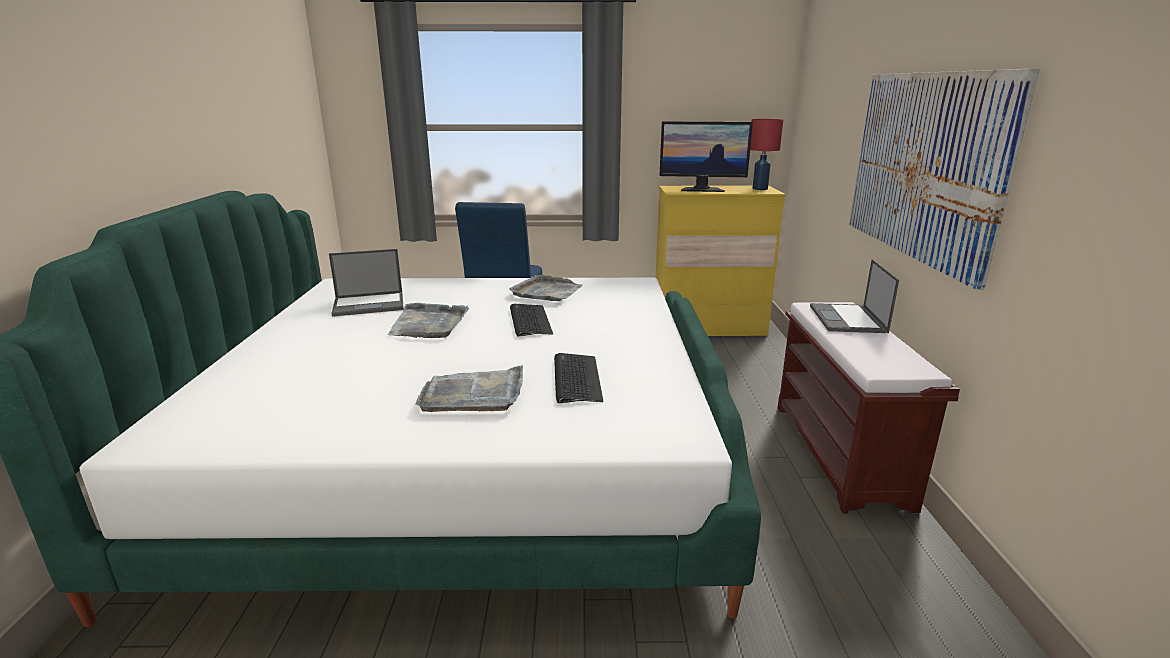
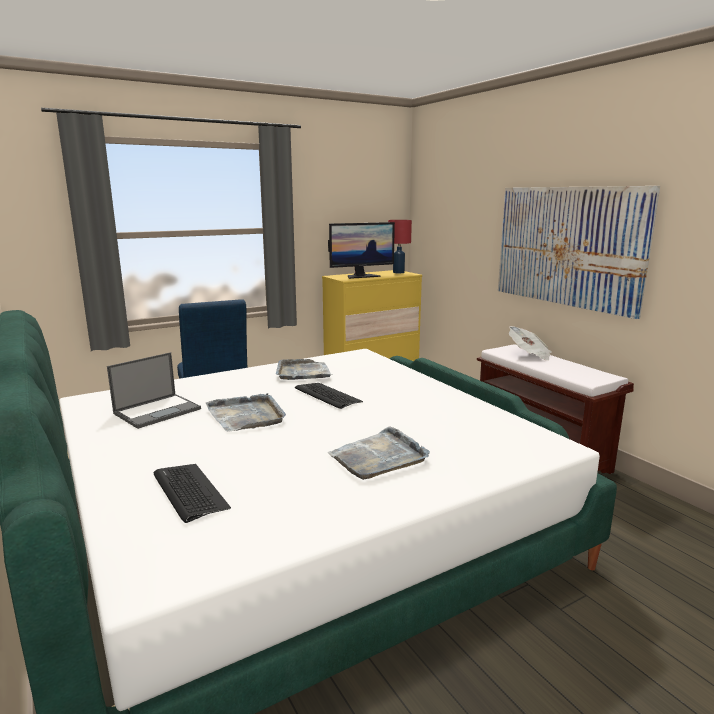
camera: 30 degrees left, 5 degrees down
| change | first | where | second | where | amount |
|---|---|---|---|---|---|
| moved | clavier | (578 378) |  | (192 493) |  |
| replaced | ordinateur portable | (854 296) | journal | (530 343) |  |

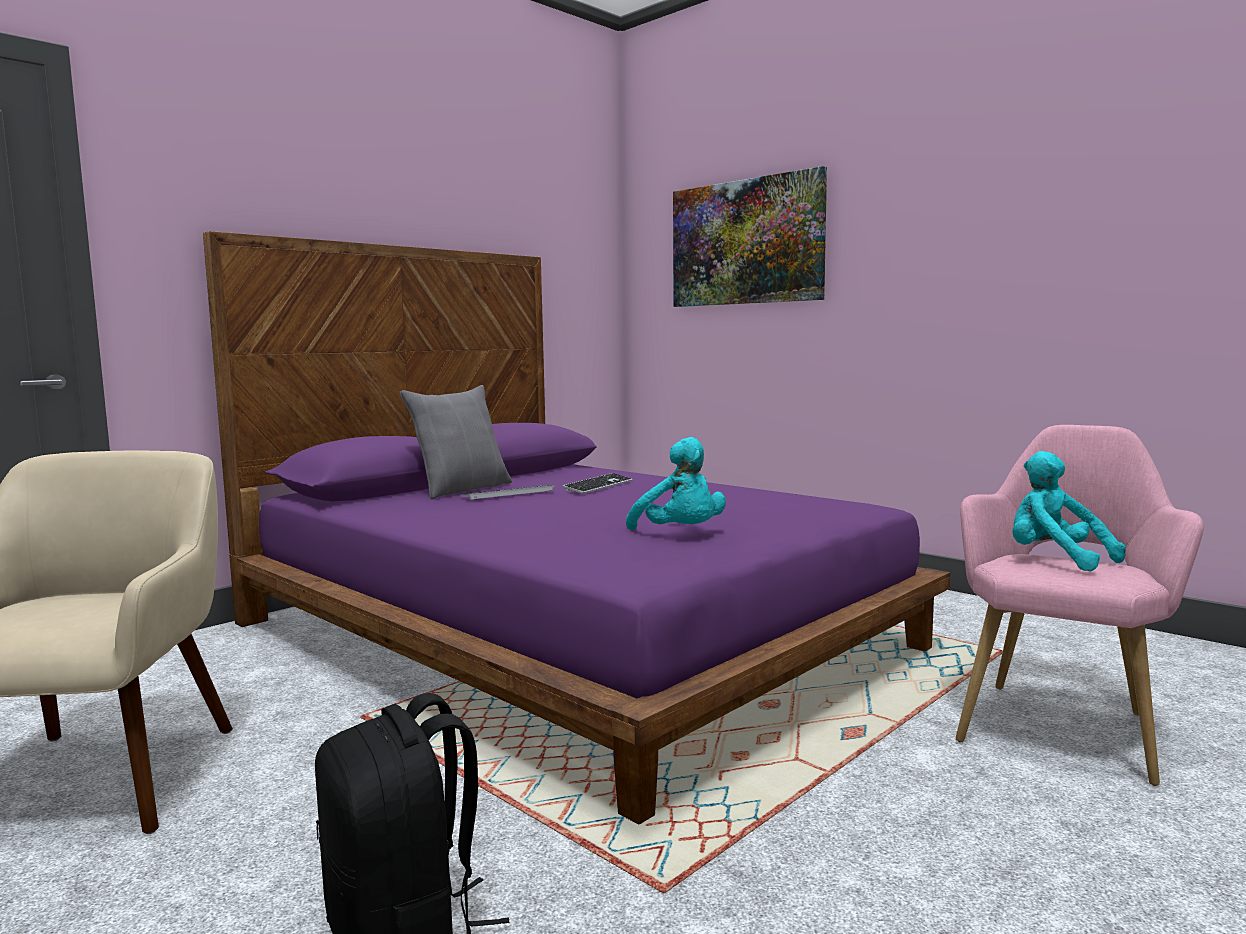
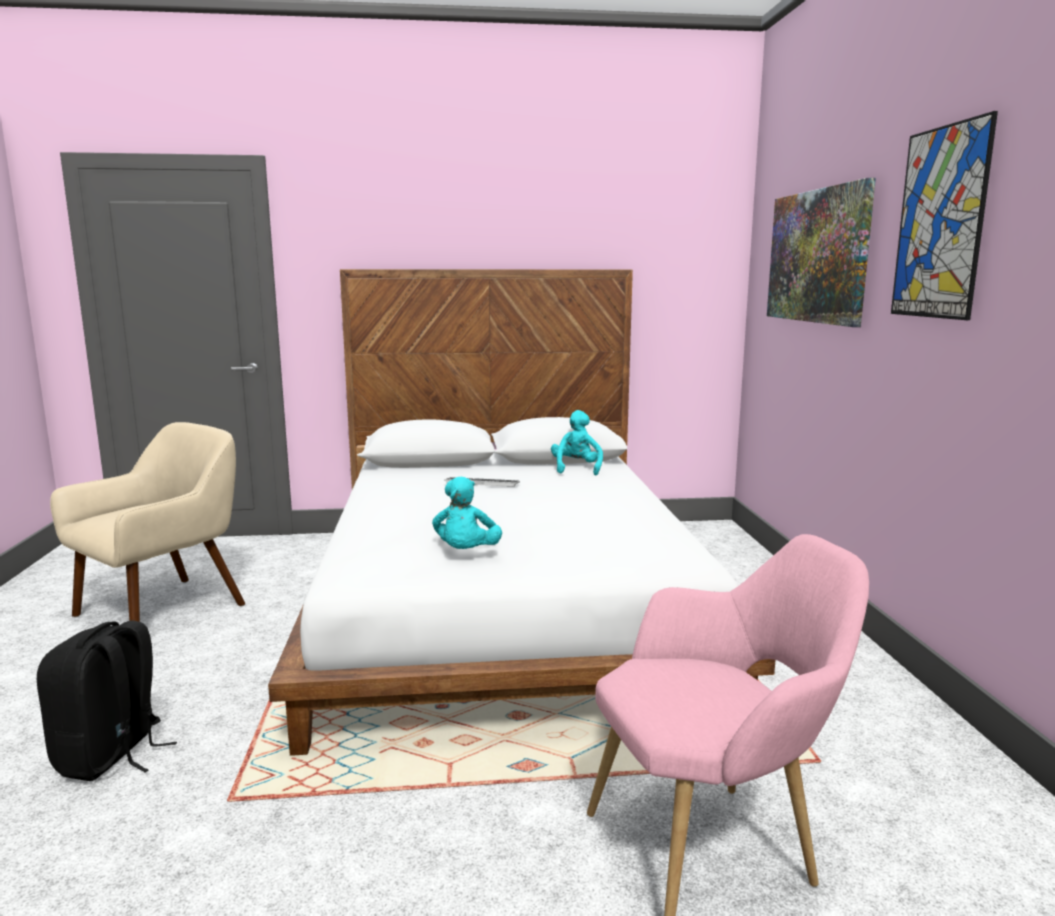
camera: 40 degrees right, 5 degrees up
| change | first | where | second | where | amount |
|---|---|---|---|---|---|
| recoloured | lit (violet) | (576 527) | lit (blanc) | (521 512) |  |
| moved | peluche (turquoise) | (1069 511) |  | (577 443) |  |
| added |  |  | tableau | (944 215) |  |
| removed | coussin (gris) | (456 442) |  |  |  |
| removed | clavier | (597 483) |  |  |  |

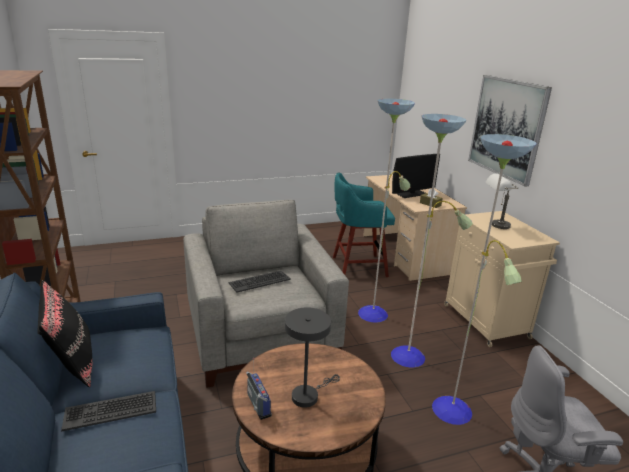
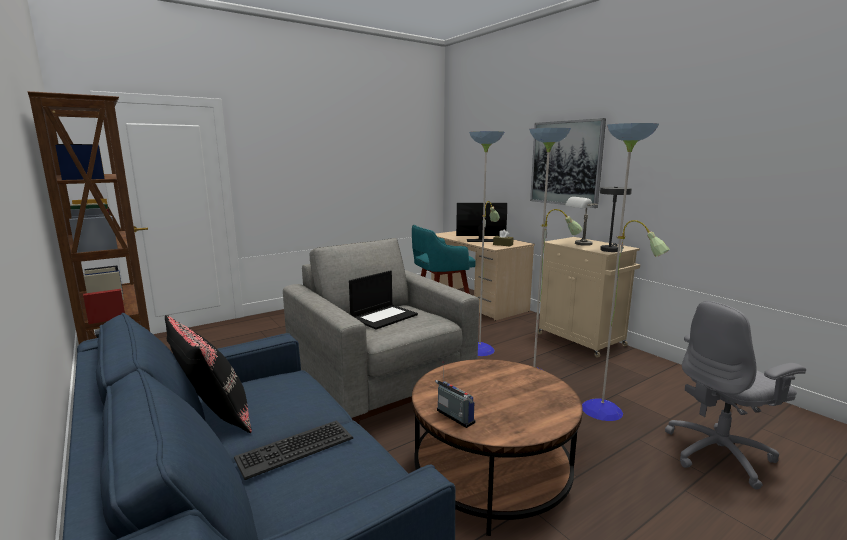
camera: 15 degrees left, 10 degrees down
| change | first | where | second | where | amount |
|---|---|---|---|---|---|
| replaced | clavier | (260 281) | ordinateur portable | (383 300) |  |
| turned | écran d'ordinateur | (416 176) |  | (481 222) | 135 degrees counterclockwise |
| moved | lampe de table (gris) | (312 357) |  | (616 219) |  |

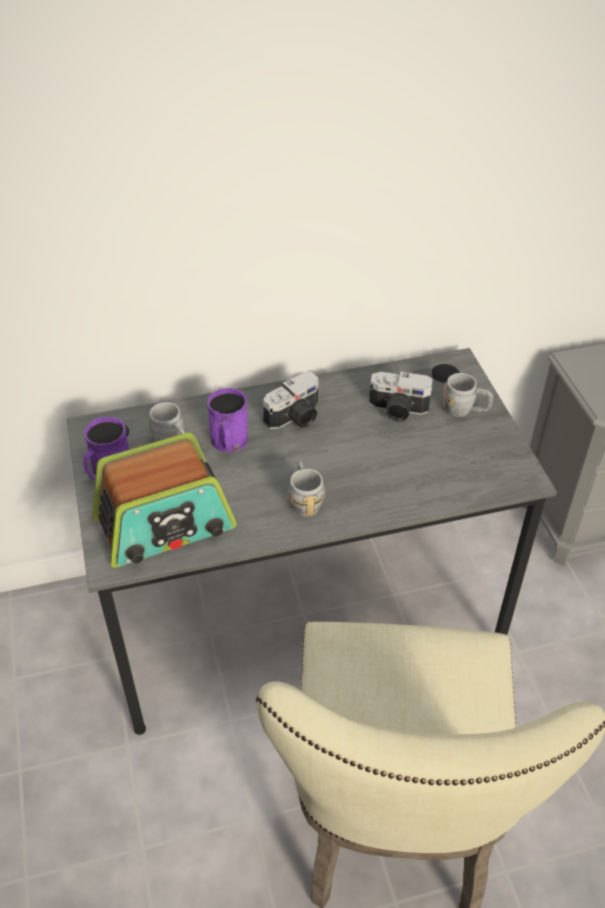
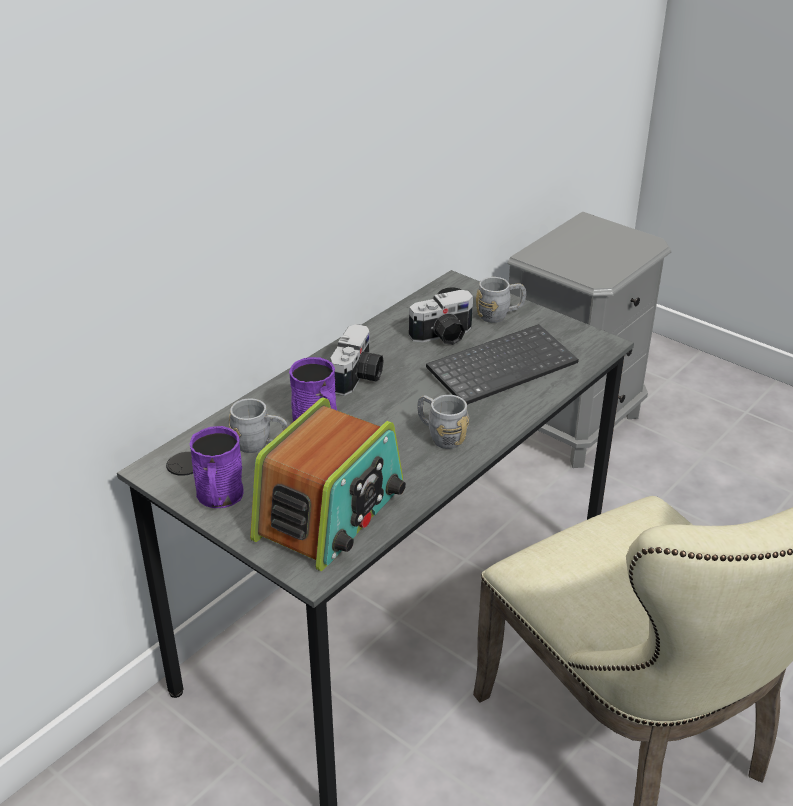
camera: 35 degrees left, 10 degrees down
| change | first | where | second | where | amount |
|---|---|---|---|---|---|
| added |  |  | clavier | (502 364) |  |

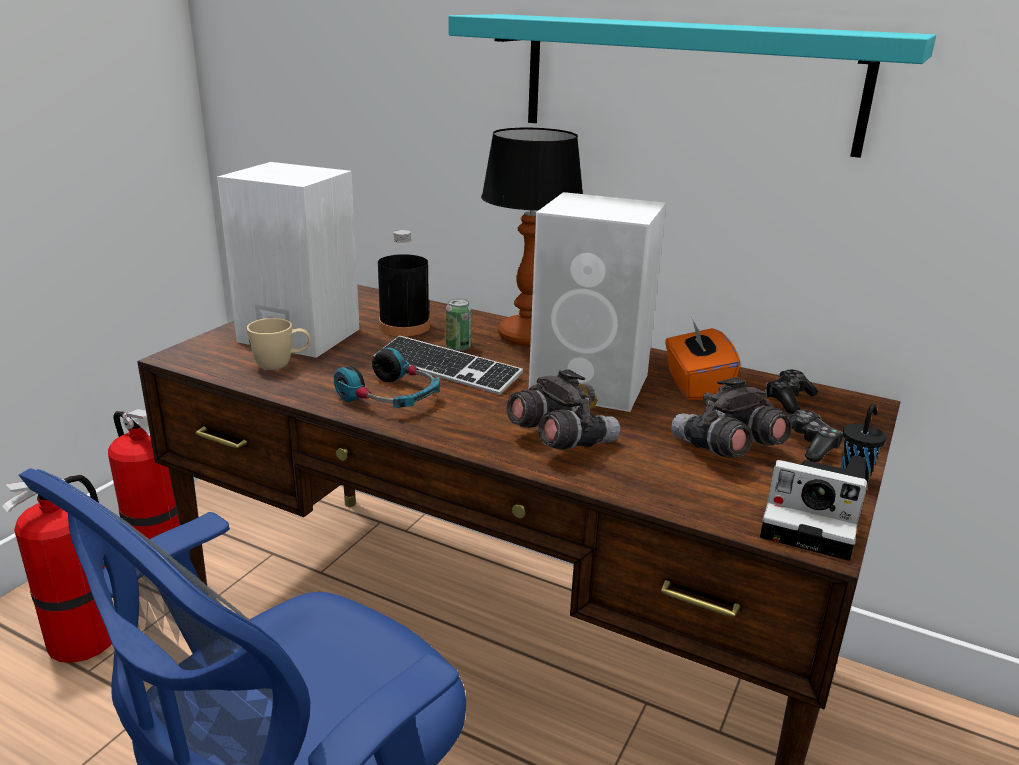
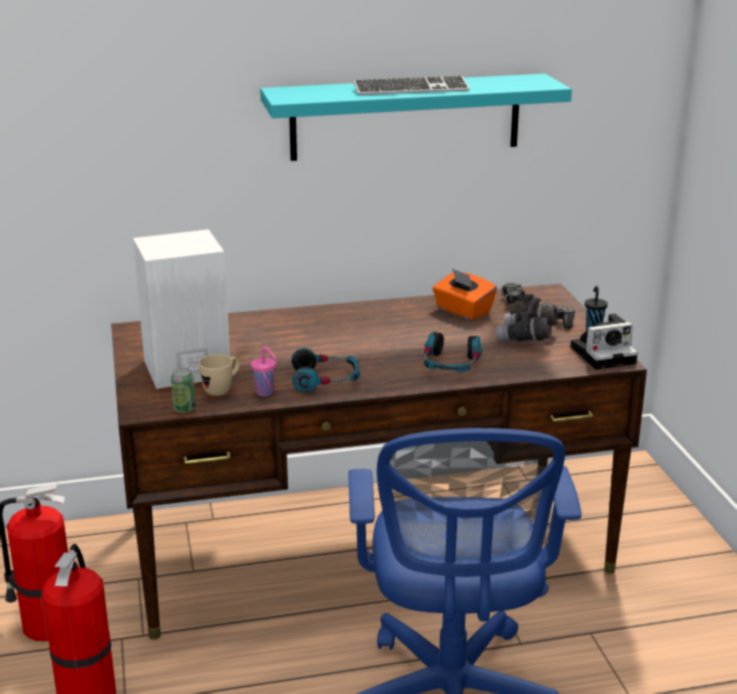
camera: 40 degrees left, 0 degrees up
| change | first | where | second | where | amount |
|---|---|---|---|---|---|
| moved | boîte métallique | (459 324) |  | (183 390) |  |
| added |  |  | tasse (rose) | (263 371) |  |
| moved | clavier | (448 365) |  | (411 85) |  |
| replaced | jumelles (gris) | (563 409) | casque audio | (453 351) |  |
| removed | bouteille (noir) | (404 283) |  |  |  |
| removed | lampe de table | (532 237) |  |  |  |
| removed | enceinte (blanc) | (597 302) |  |  |  |

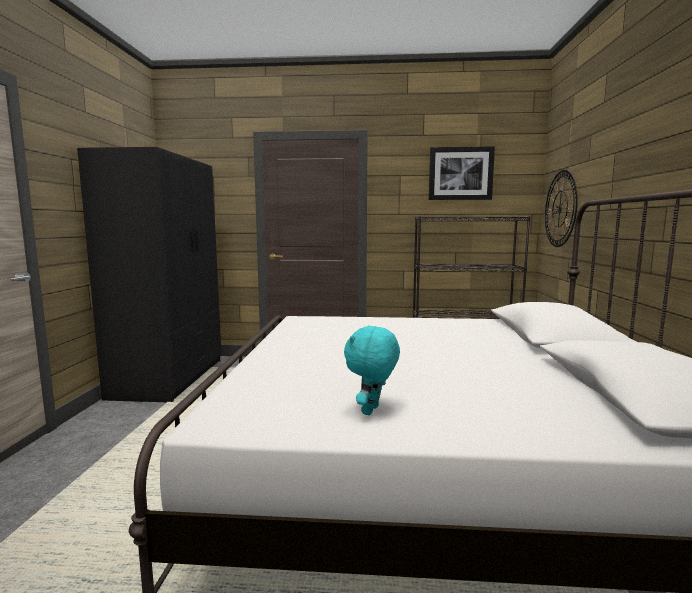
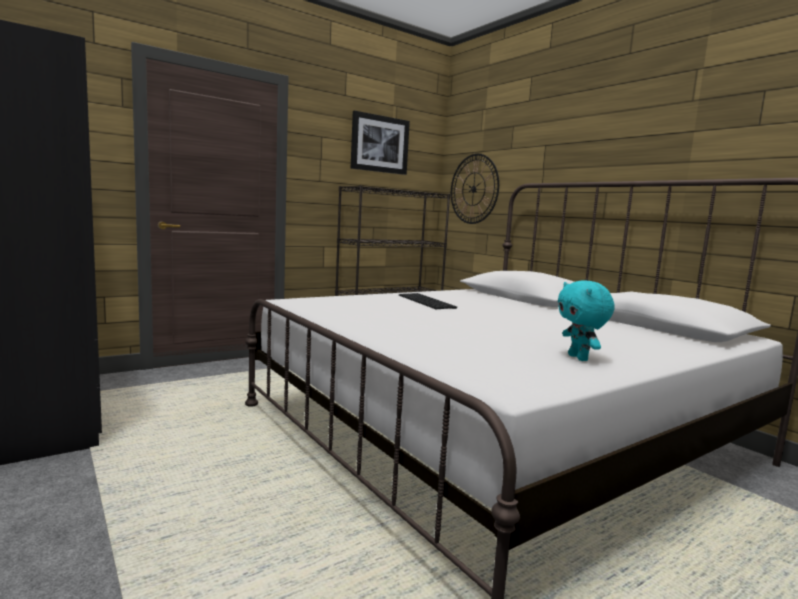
camera: 40 degrees left, 0 degrees up
| change | first | where | second | where | amount |
|---|---|---|---|---|---|
| added |  |  | clavier | (428 301) |  |

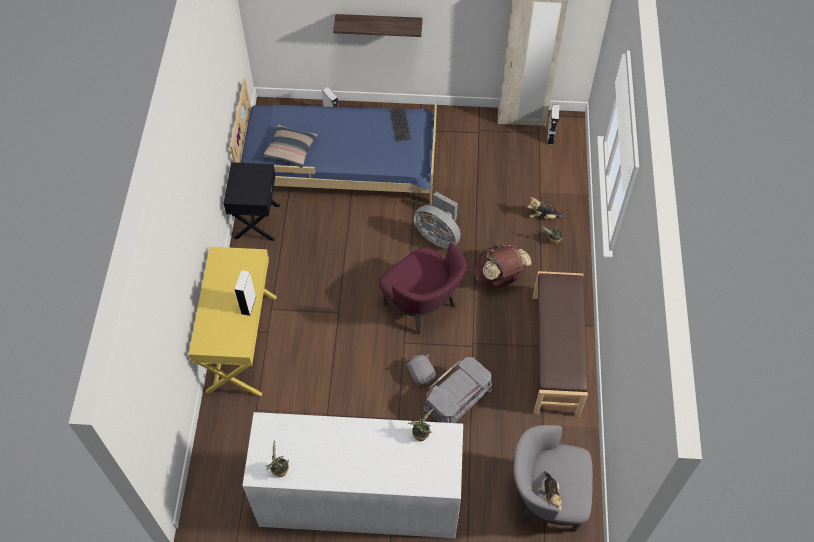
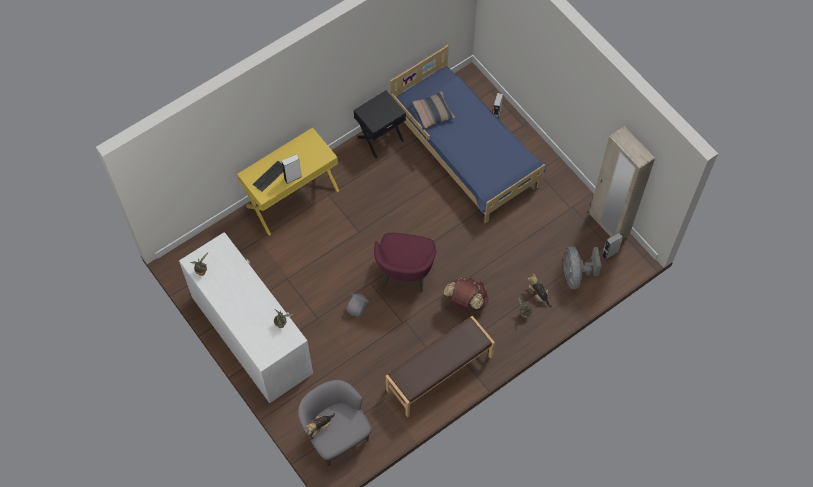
camera: 50 degrees right, 5 degrees up
| change | first | where | second | where | amount |
|---|---|---|---|---|---|
| moved | clavier | (400 124) |  | (268 176) |  |
| moved | ventilateur (gris) | (437 220) |  | (582 267) |  |
| removed | étagère | (378 25) |  |  |  |
| removed | boîte de rangement (gris) | (457 390) |  |  |  |

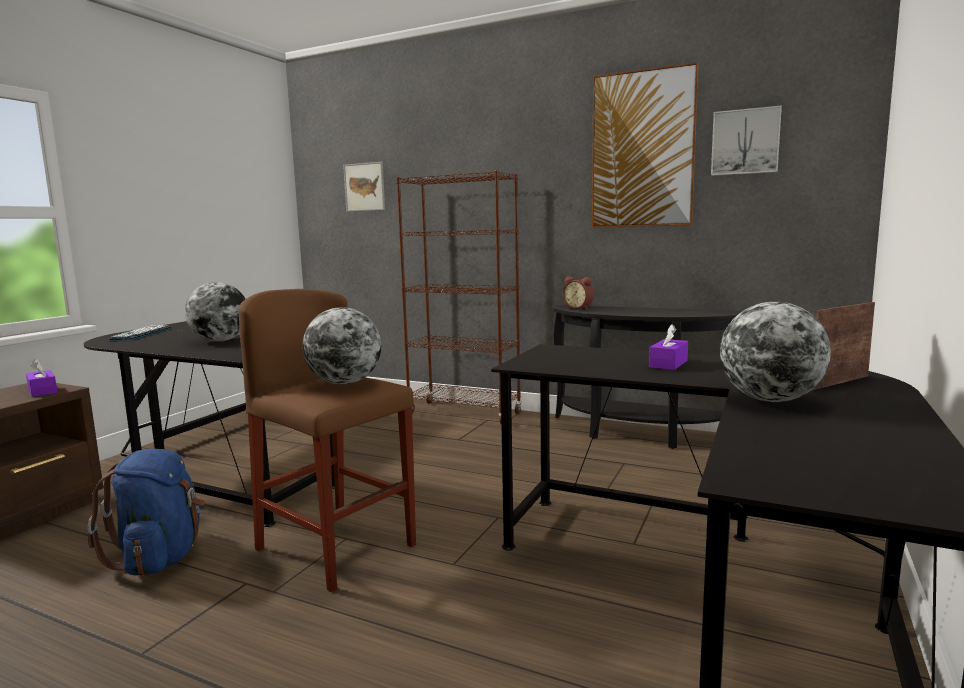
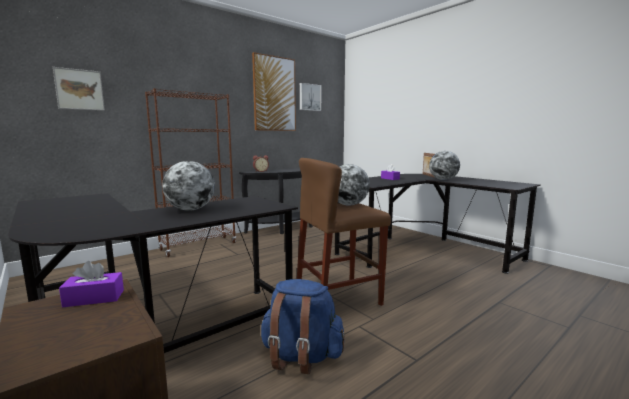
camera: 65 degrees left, 0 degrees up
| change | first | where | second | where | amount |
|---|---|---|---|---|---|
| removed | clavier | (140 332) |  |  |  |

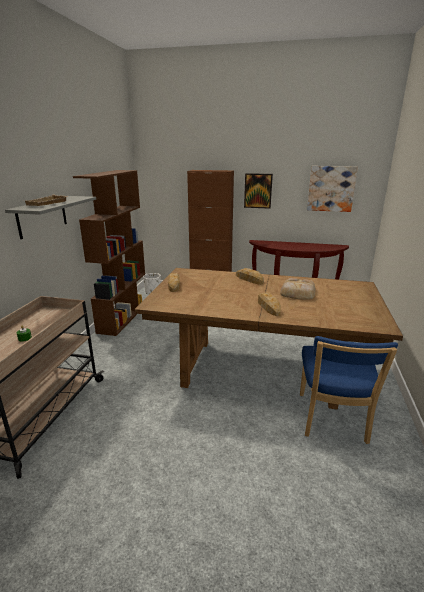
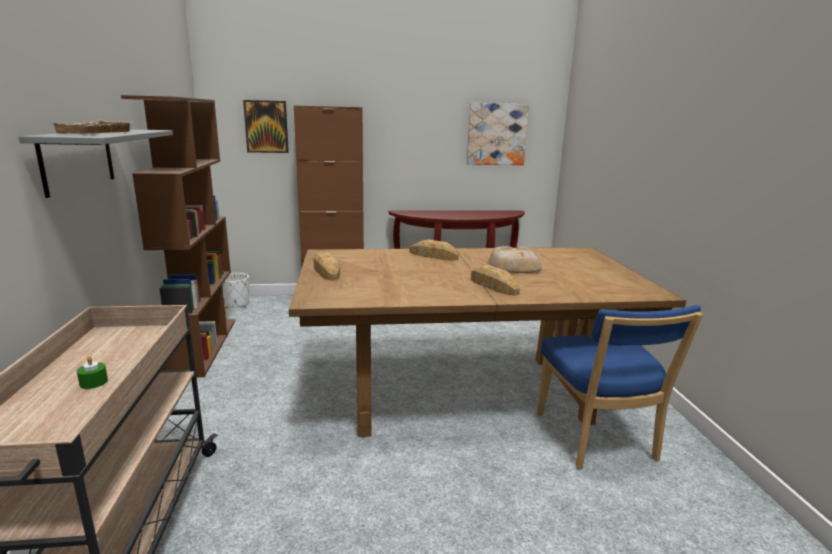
camera: 20 degrees left, 5 degrees down
| change | first | where | second | where | amount |
|---|---|---|---|---|---|
| moved | tableau | (258 191) |  | (266 126) |  |

